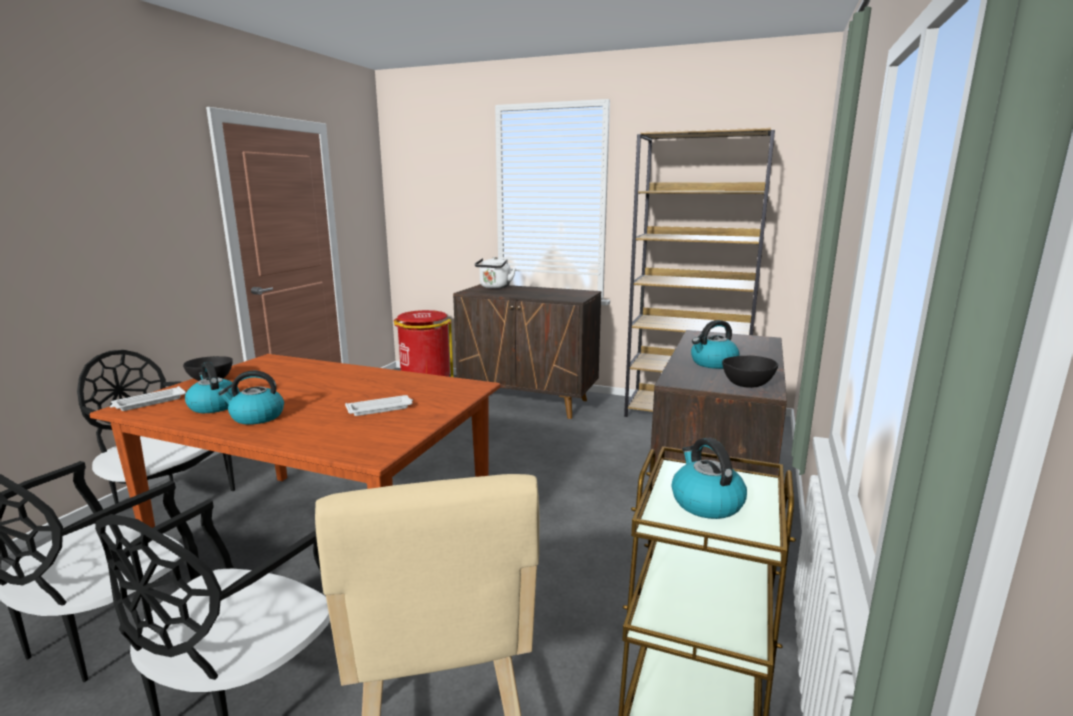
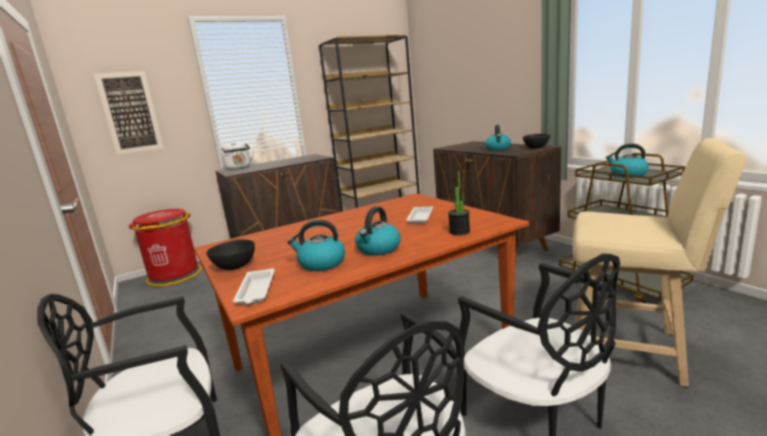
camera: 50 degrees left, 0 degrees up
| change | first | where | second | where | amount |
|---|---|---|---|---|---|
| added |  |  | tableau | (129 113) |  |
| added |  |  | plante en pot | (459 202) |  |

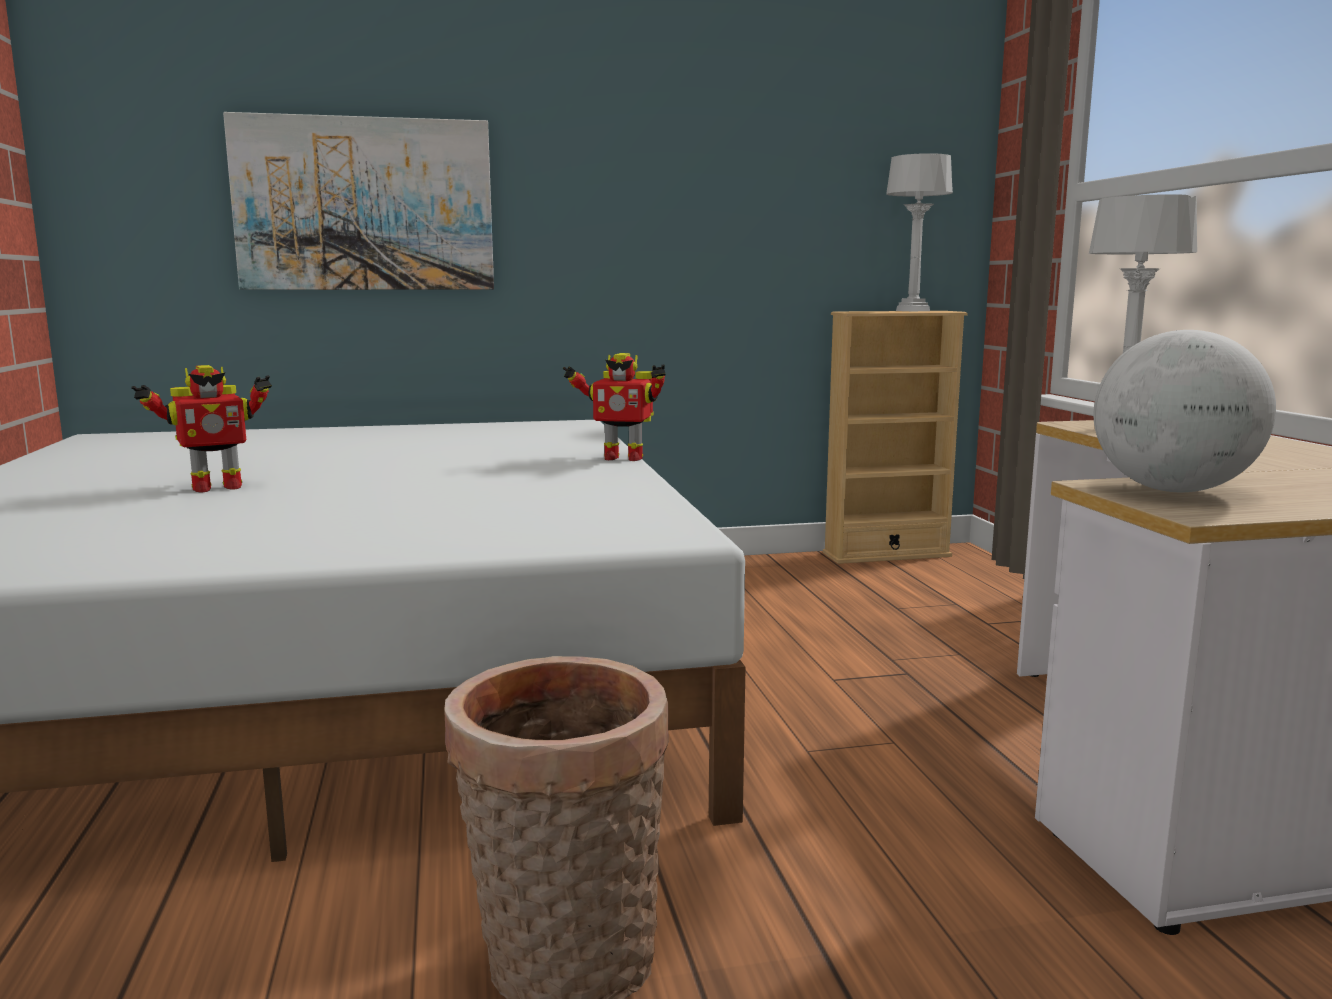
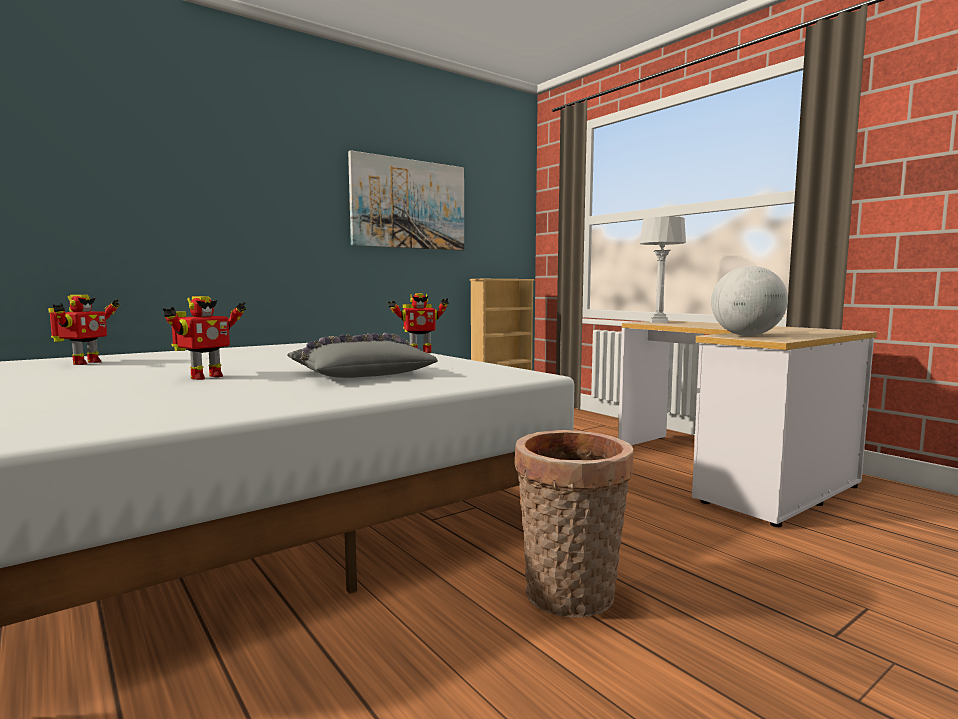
camera: 25 degrees left, 5 degrees down
| change | first | where | second | where | amount |
|---|---|---|---|---|---|
| added |  |  | robot jouet | (84 330) |  |
| added |  |  | coussin (gris) | (362 355) |  |
| moved | tableau | (358 201) |  | (406 200) |  |
| removed | lampe de table (gris) | (919 232) |  |  |  |

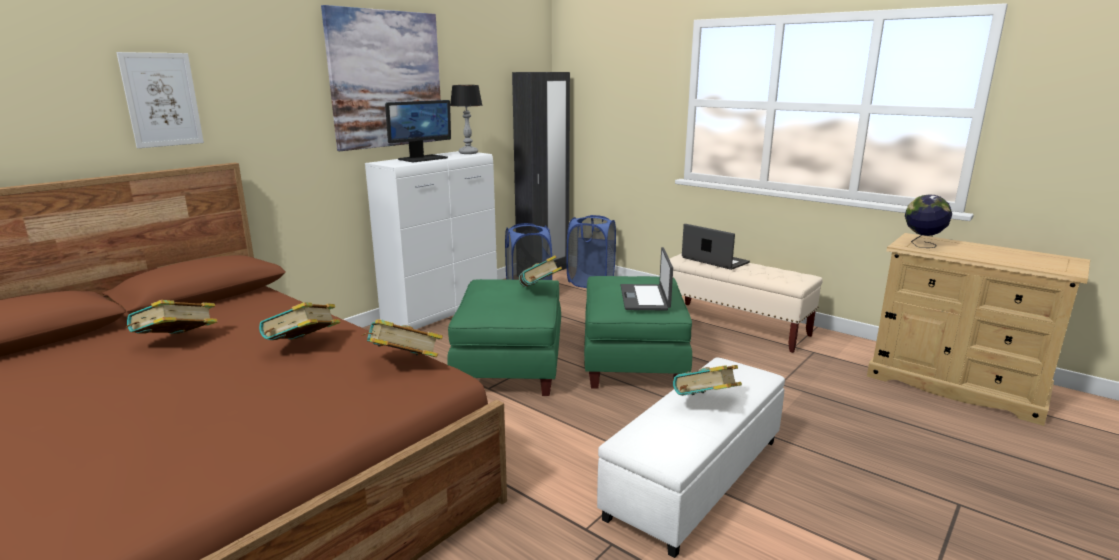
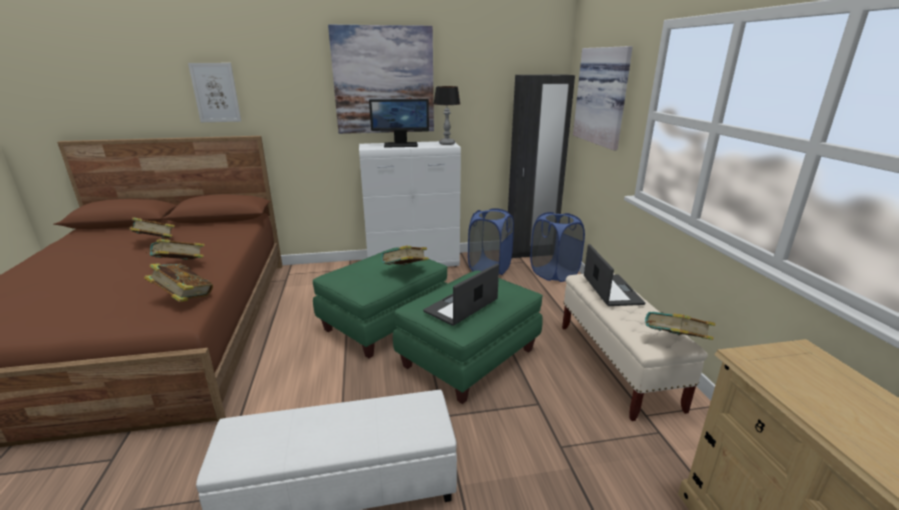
camera: 40 degrees right, 5 degrees up
| change | first | where | second | where | amount |
|---|---|---|---|---|---|
| added |  |  | tableau | (603 98) |  |
| moved | livre | (707 380) |  | (680 326) |  |
| removed | globe | (928 221) |  |  |  |

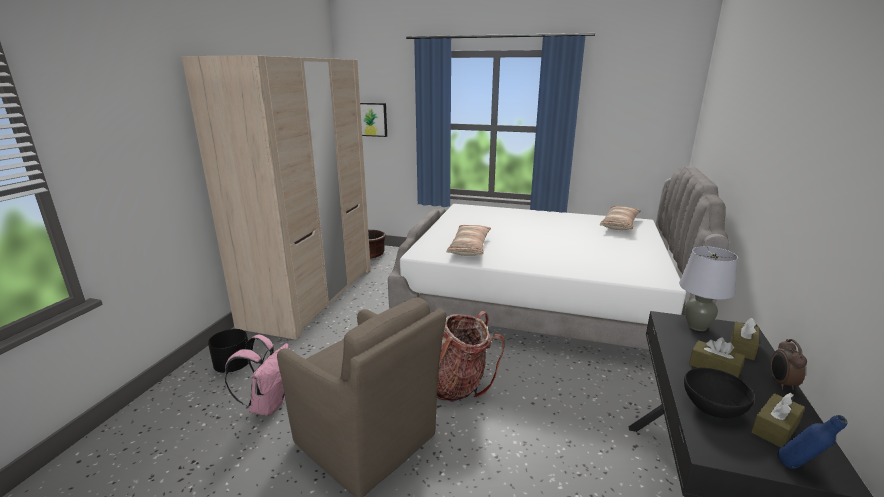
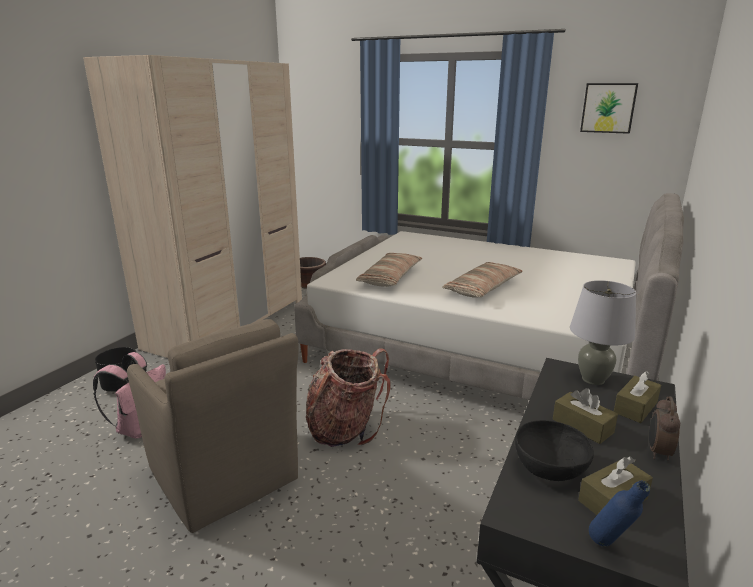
camera: 10 degrees right, 0 degrees up
| change | first | where | second | where | amount |
|---|---|---|---|---|---|
| moved | coussin | (620 218) |  | (482 280) |  |
| moved | tableau | (373 120) |  | (609 108) |  |

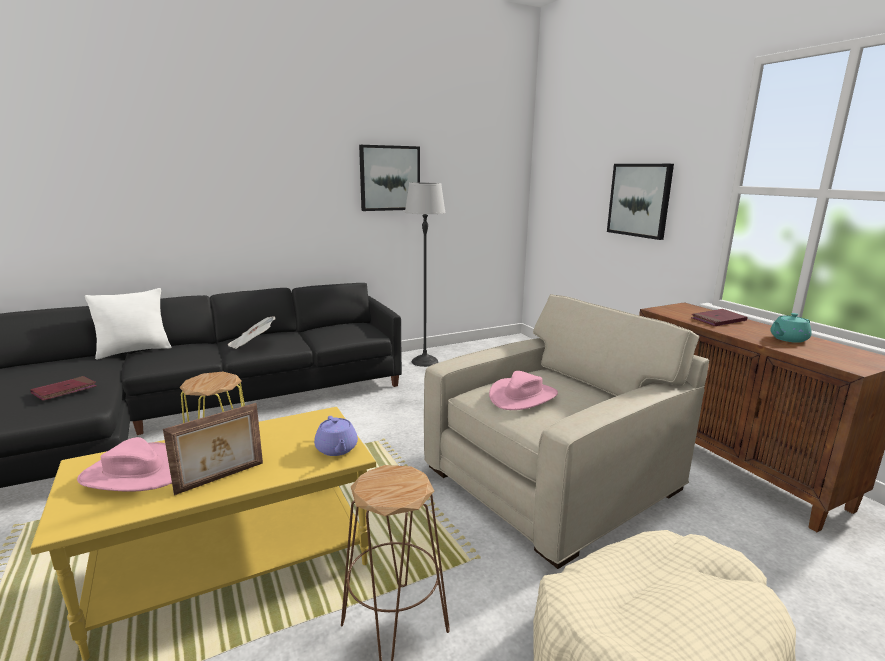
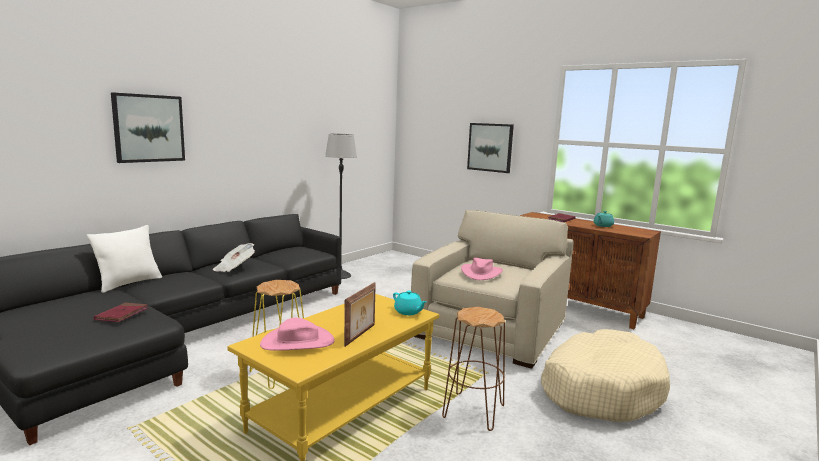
camera: 25 degrees left, 5 degrees down
| change | first | where | second | where | amount |
|---|---|---|---|---|---|
| moved | tableau | (389 178) |  | (148 127) |  |
| recoloured | théière (violet) | (336 436) | théière (turquoise) | (410 302) |  |

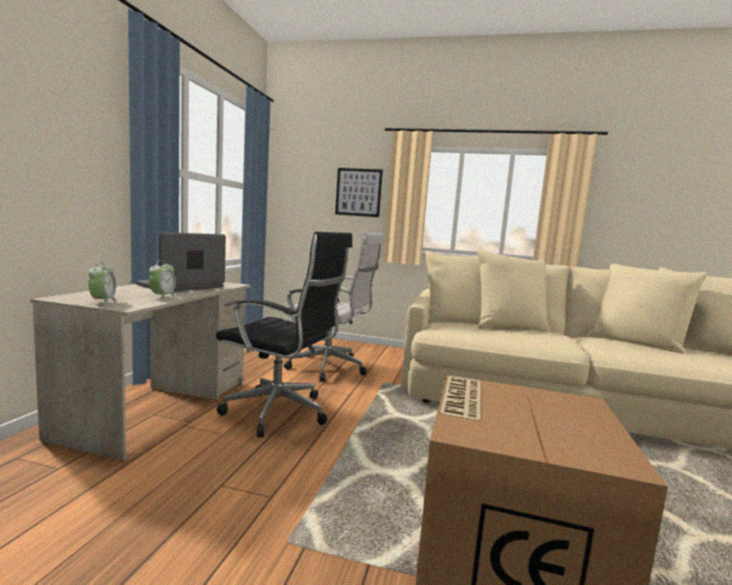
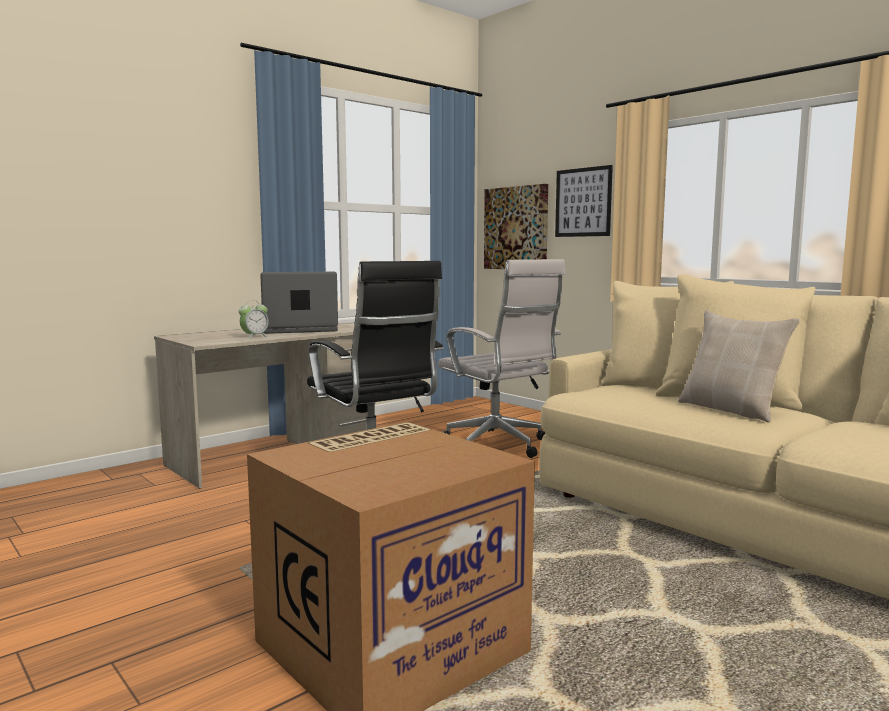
camera: 35 degrees right, 0 degrees up
| change | first | where | second | where | amount |
|---|---|---|---|---|---|
| added |  |  | tableau | (516 226) |  |
| added |  |  | coussin (beige) | (739 366) |  |
| removed | réveil | (102 283) |  |  |  |

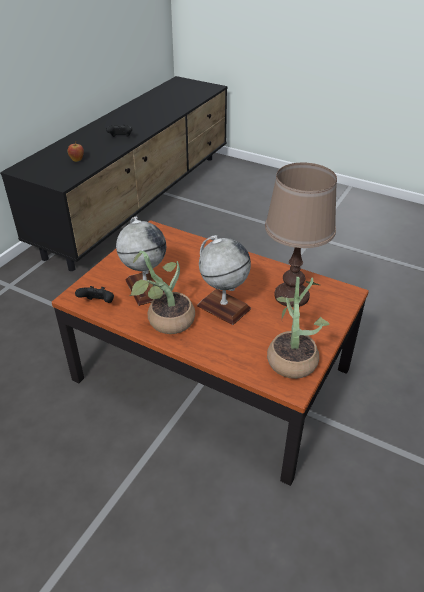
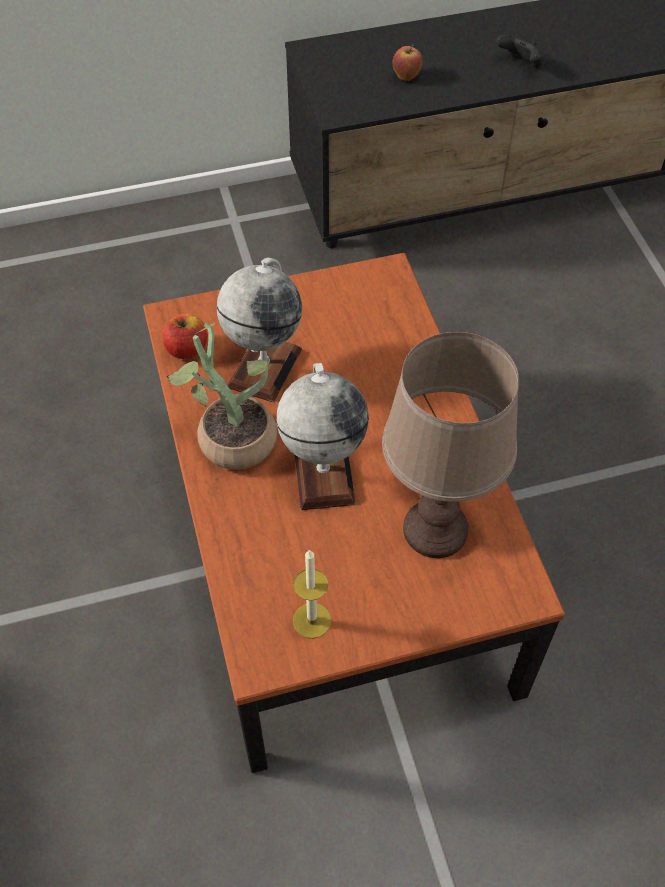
camera: 45 degrees right, 15 degrees up
| change | first | where | second | where | amount |
|---|---|---|---|---|---|
| replaced | manette (noir) | (94 294) | pomme | (185 336) |  |
| replaced | plante en pot | (298 328) | bougie | (312 594) |  |

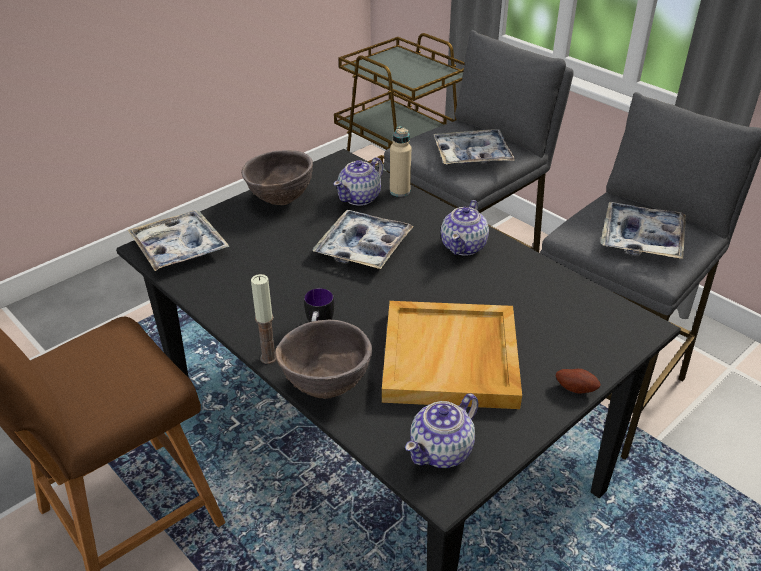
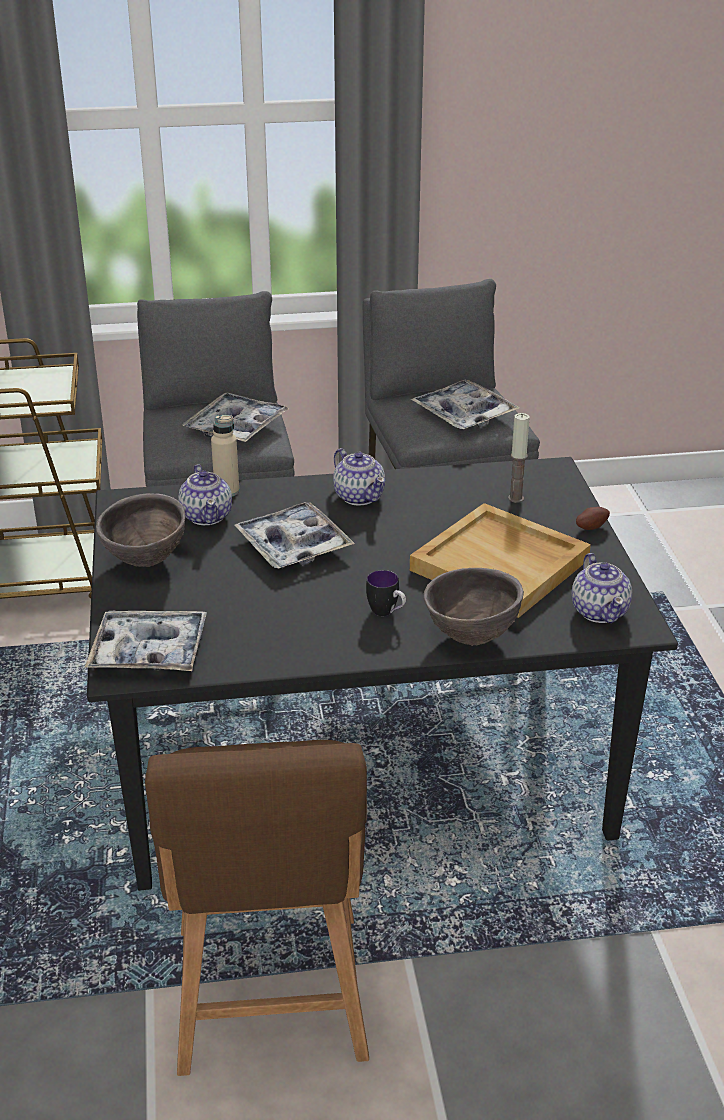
camera: 55 degrees left, 5 degrees down
| change | first | where | second | where | amount |
|---|---|---|---|---|---|
| moved | bougie | (264 319) |  | (519 458) |  |

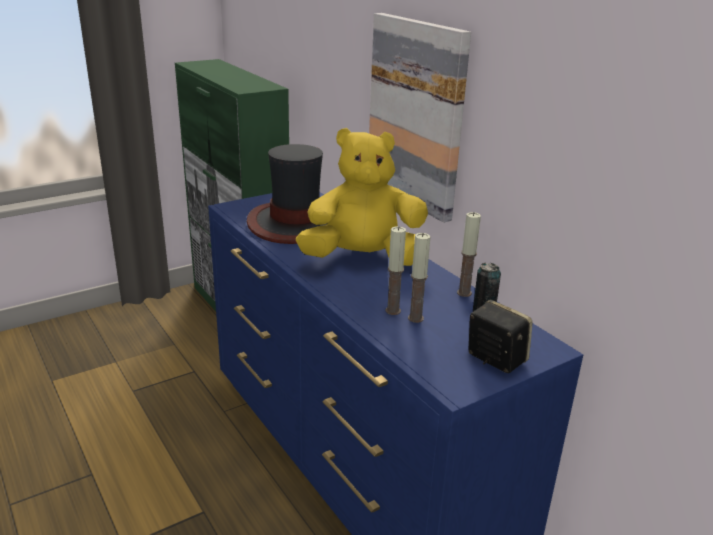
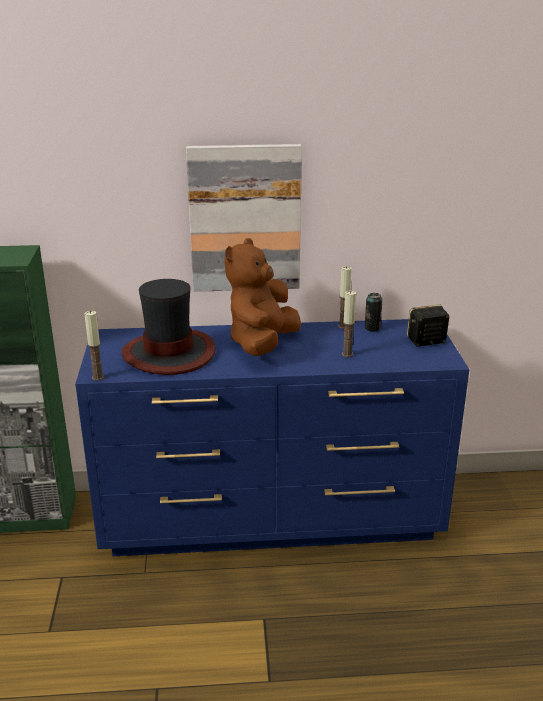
camera: 60 degrees left, 0 degrees up
| change | first | where | second | where | amount |
|---|---|---|---|---|---|
| moved | bougie | (419 278) |  | (94 346) |  |
| recoloured | peluche (jaune) | (362 197) | peluche (marron) | (263 297) |  |

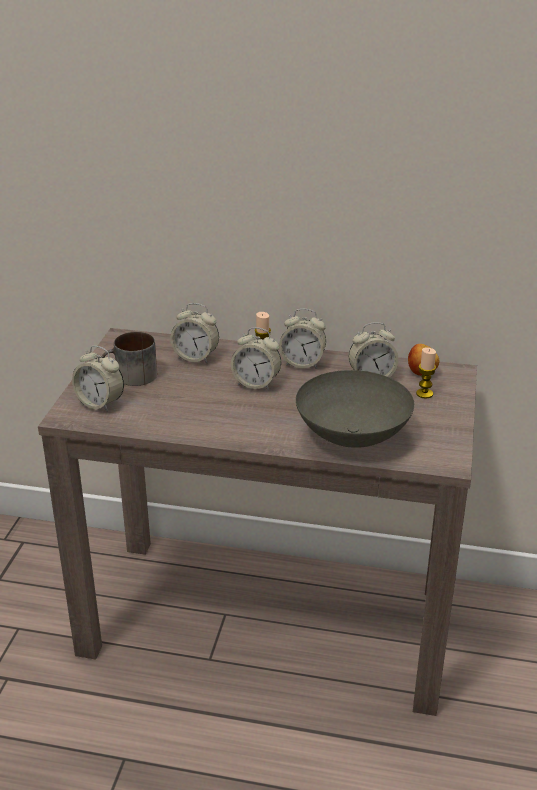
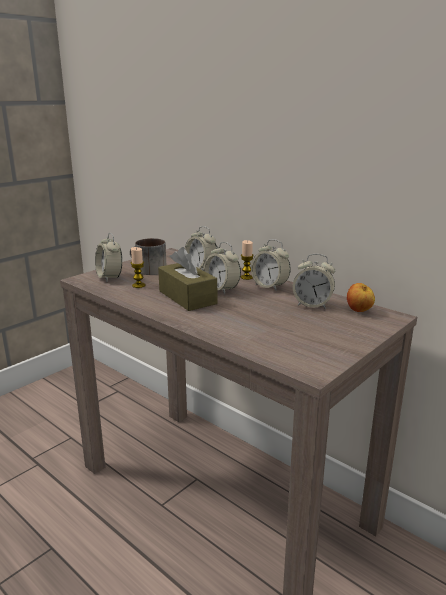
camera: 30 degrees right, 10 degrees down
| change | first | where | second | where | amount |
|---|---|---|---|---|---|
| moved | bougie | (426 373) |  | (138 267) |  |
| added |  |  | boîte à mouchoirs (marron) | (187 279) |  |
| removed | bol (gris) | (355 409) |  |  |  |

